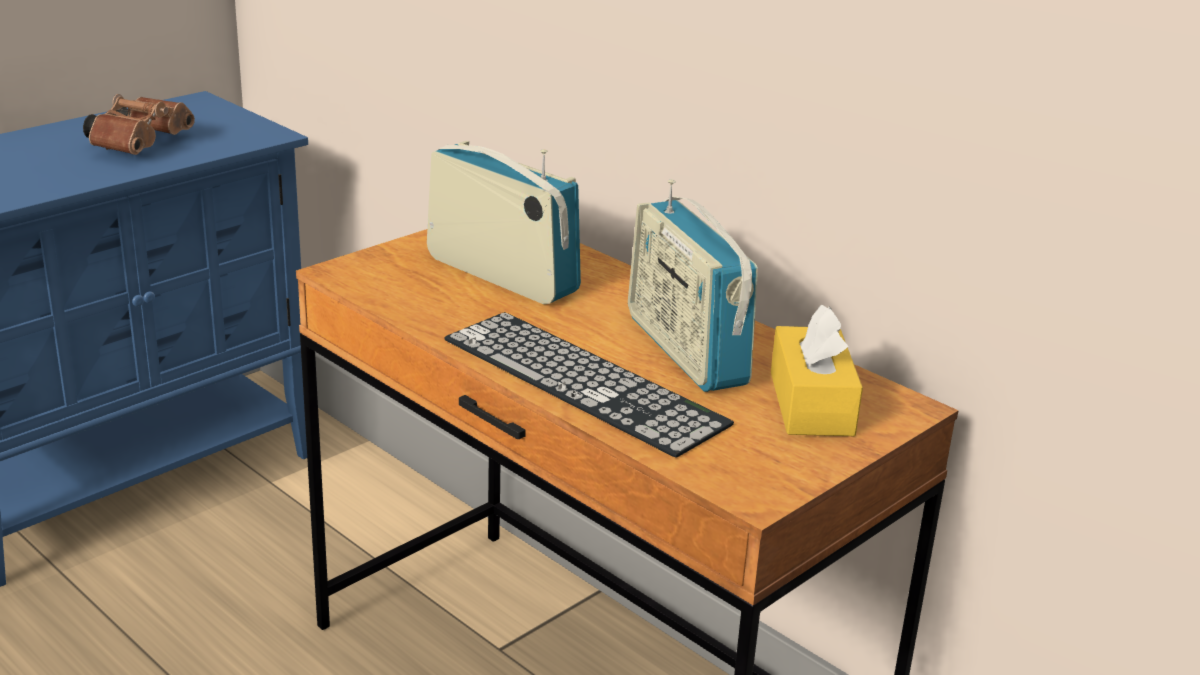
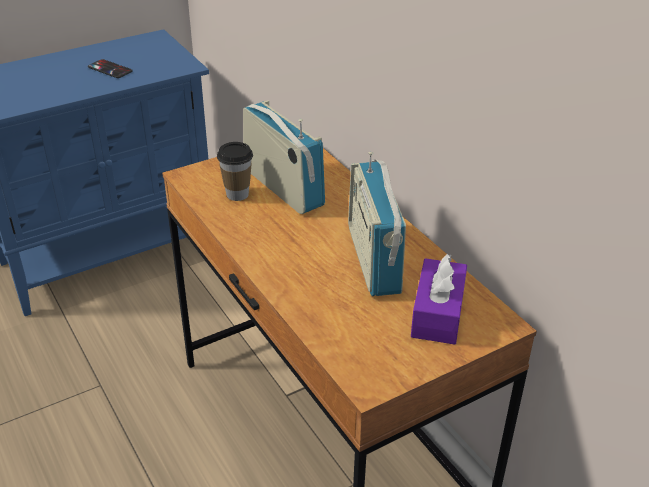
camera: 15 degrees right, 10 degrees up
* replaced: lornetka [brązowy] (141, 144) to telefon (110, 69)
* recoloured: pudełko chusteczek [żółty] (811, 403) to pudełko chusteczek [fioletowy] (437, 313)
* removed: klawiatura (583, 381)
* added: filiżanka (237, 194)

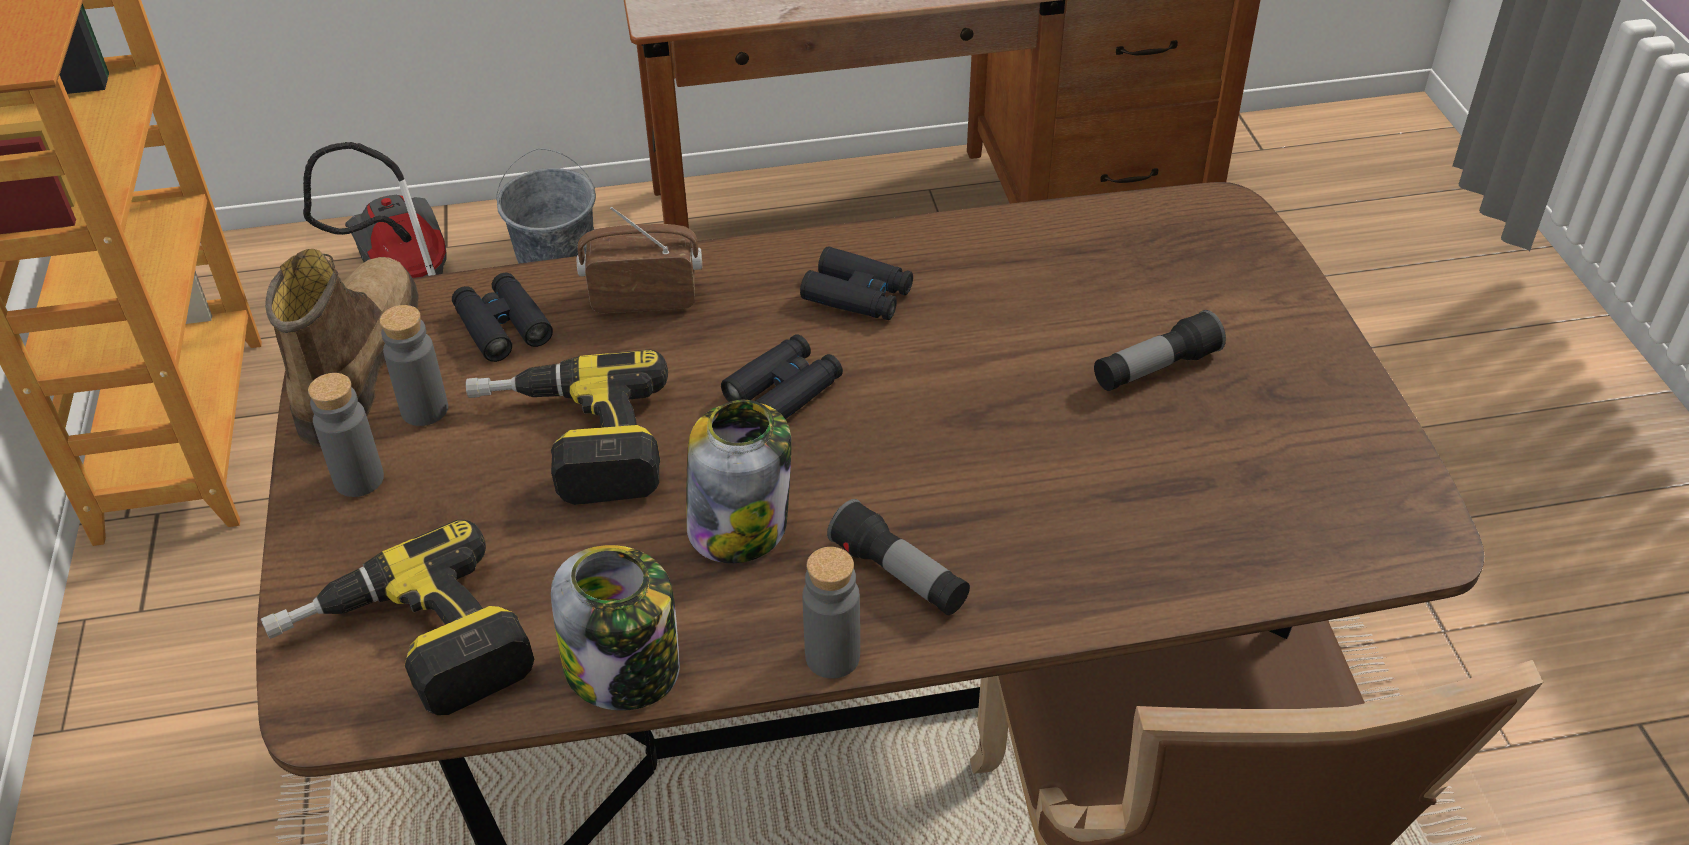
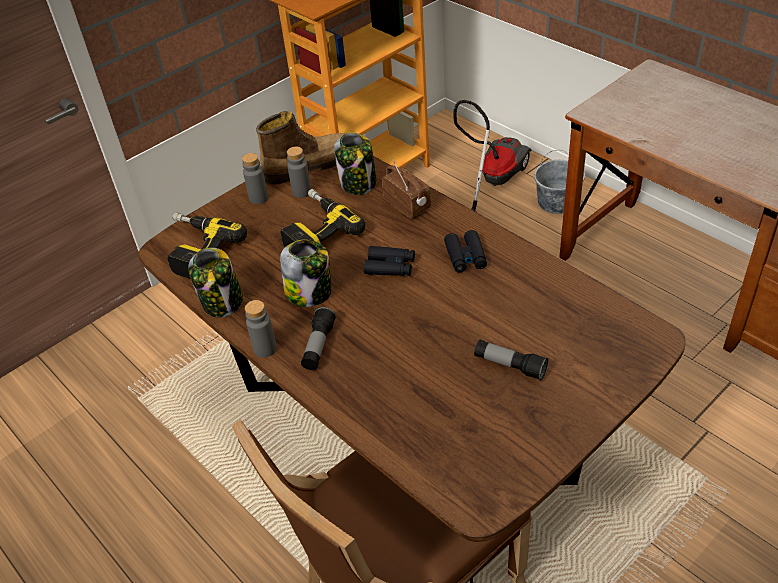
camera: 60 degrees right, 0 degrees up
* replaced: lornetka [czarny] (502, 326) to słoik (358, 183)

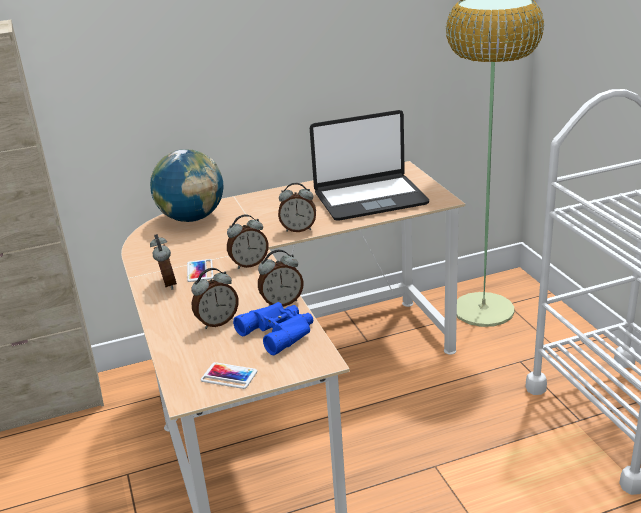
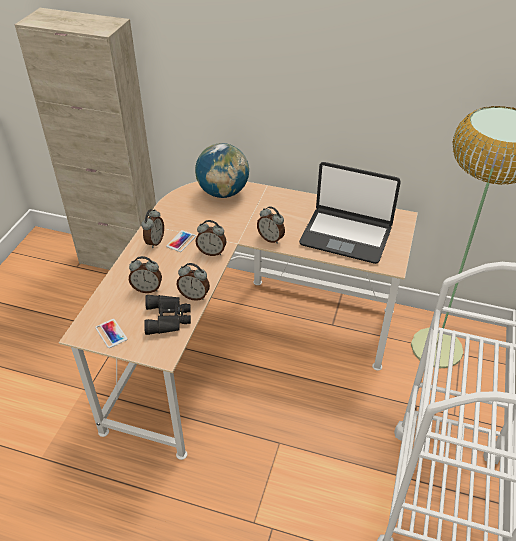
camera: 35 degrees right, 15 degrees up
* recoloured: lornetka [niebieski] (279, 331) to lornetka [czarny] (168, 318)

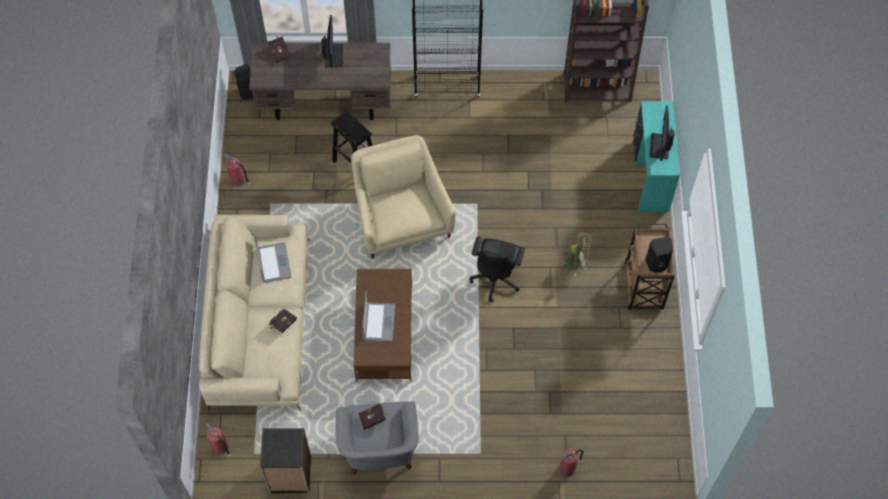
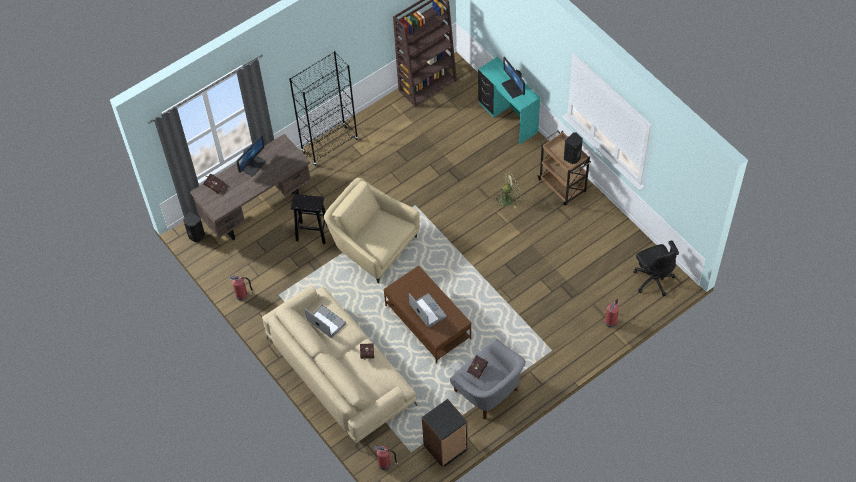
camera: 35 degrees left, 5 degrees down
* turned: monitor (333, 55) = (253, 165) 75 degrees clockwise
* moved: krzesło biurowe [czarny] (496, 278) to (653, 279)

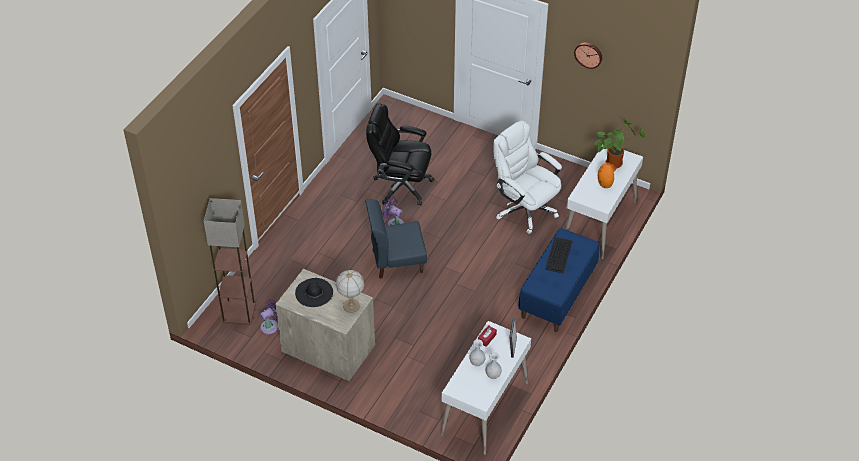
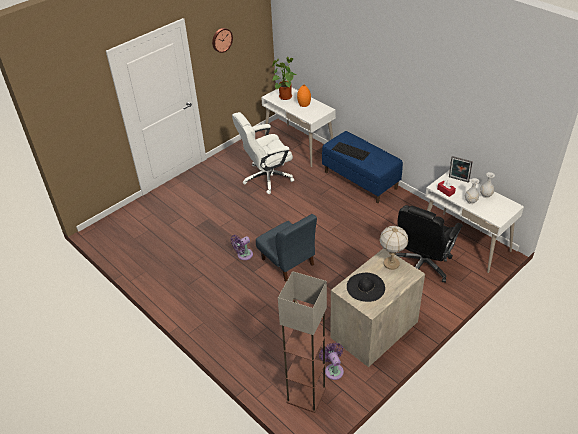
camera: 70 degrees left, 5 degrees down
* moved: krzesło biurowe [czarny] (401, 186) to (422, 265)
* turned: krzesło [niebieski] (397, 260) = (287, 262) 45 degrees counterclockwise

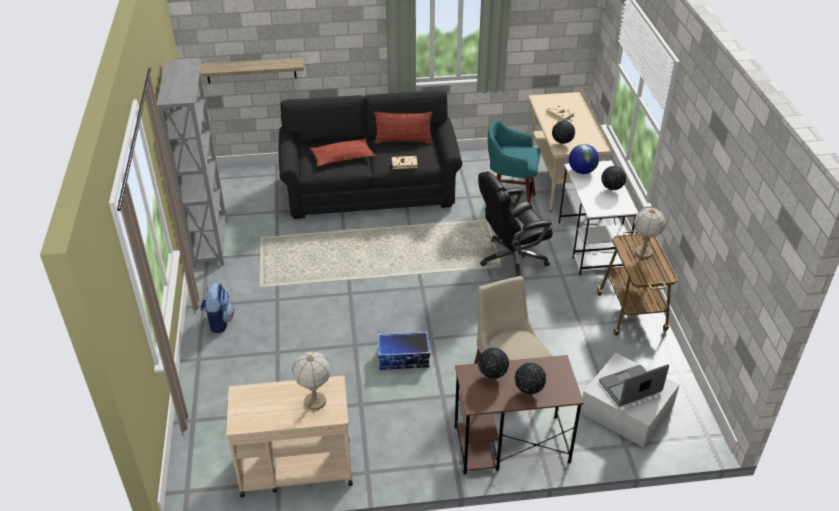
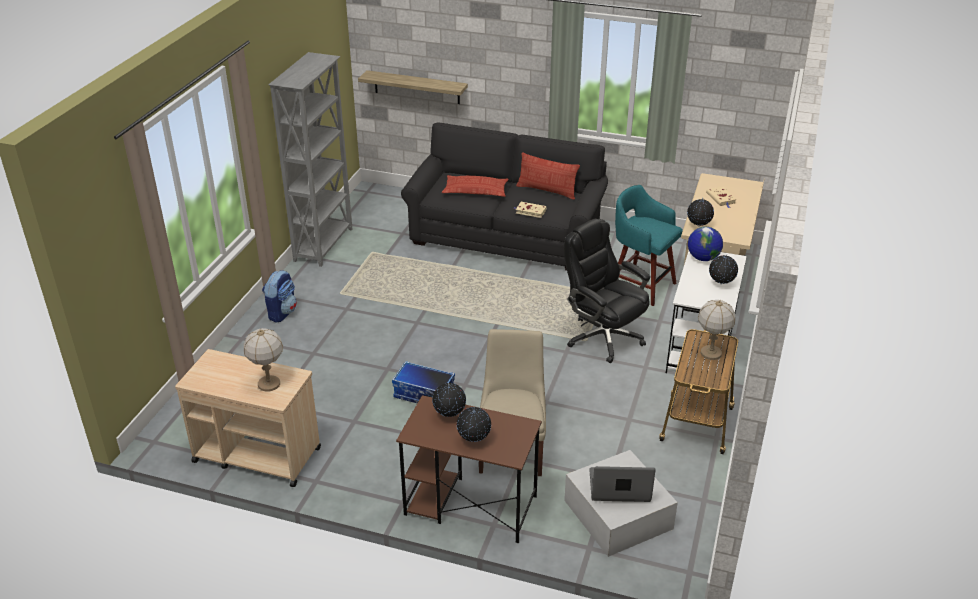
camera: 25 degrees right, 5 degrees down
* turned: krzesło biurowe [czarny] (512, 259) = (603, 337) 45 degrees clockwise

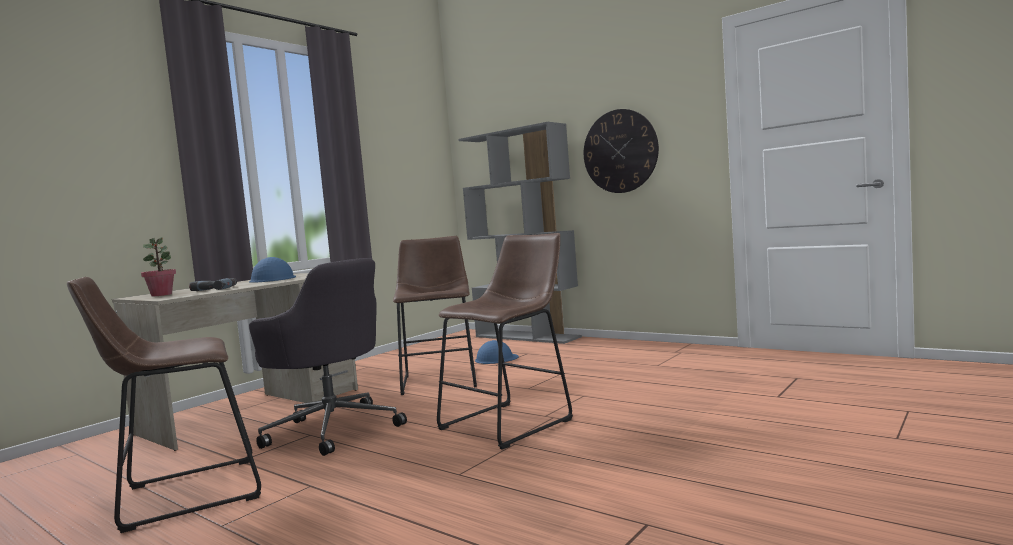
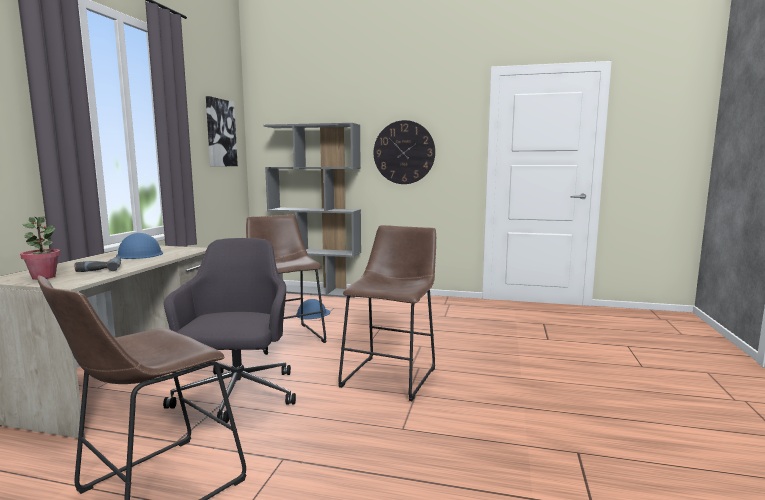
camera: 25 degrees left, 5 degrees up
* turned: krzesło biurowe [szary] (332, 429) = (237, 395) 105 degrees counterclockwise
* added: obraz (220, 133)

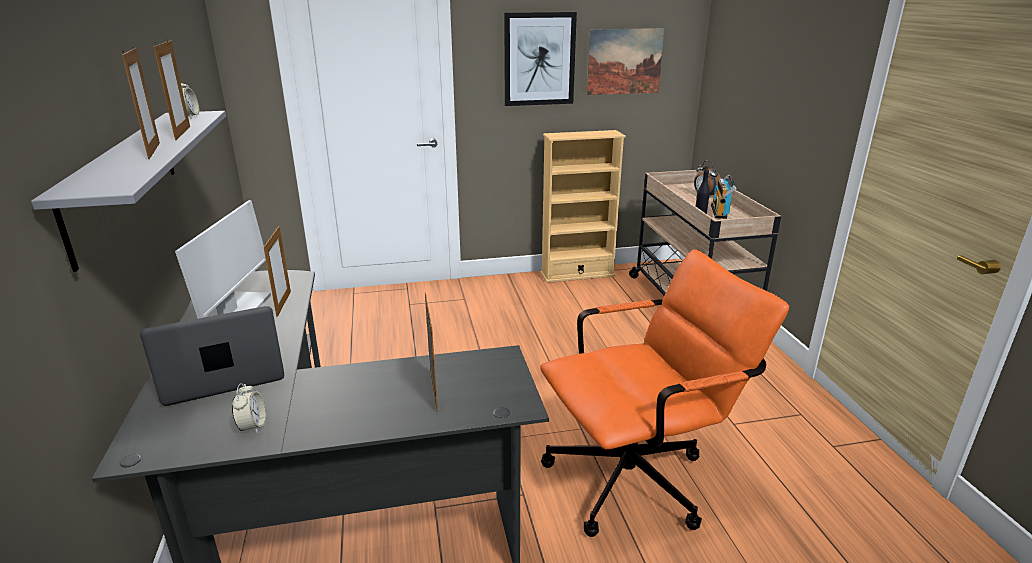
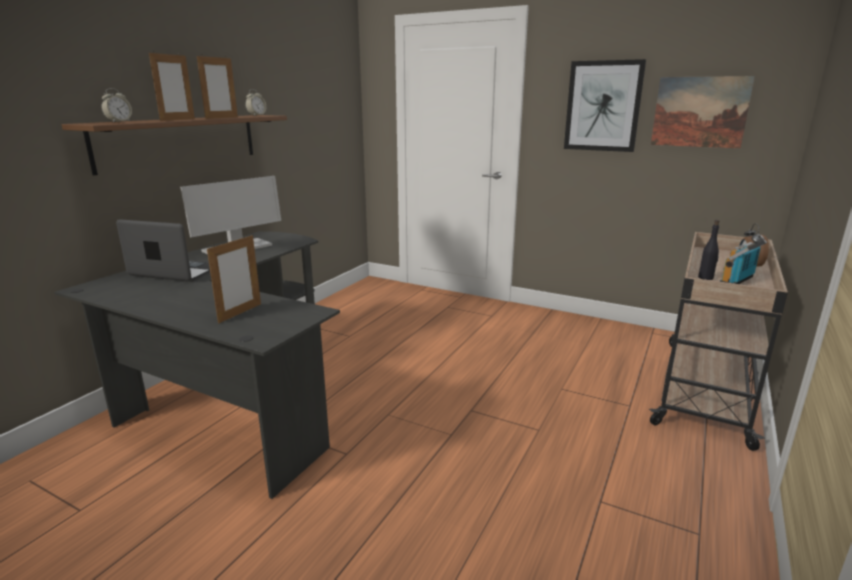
camera: 40 degrees right, 5 degrees down
* recoloured: półka [szary] (124, 180) to półka [brązowy] (180, 141)
* removed: regał [beżowy] (577, 274)
* removed: ramka na zdjęcie (283, 304)
* removed: krzesło biurowe [pomarańczowy] (640, 476)
* moved: budzik (252, 426) to (119, 122)

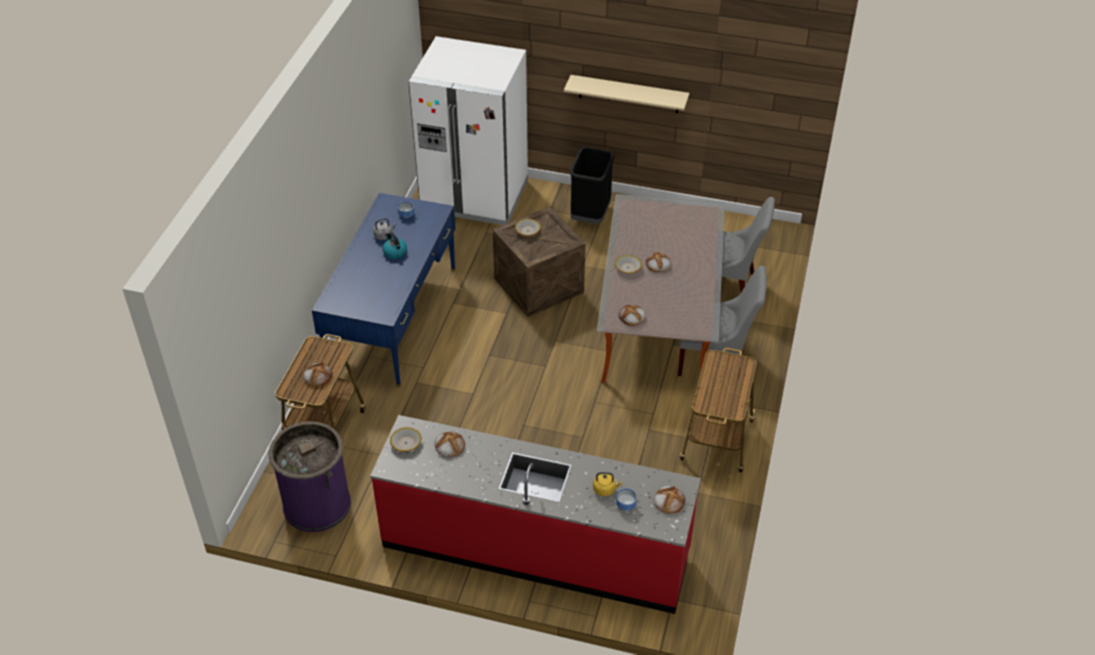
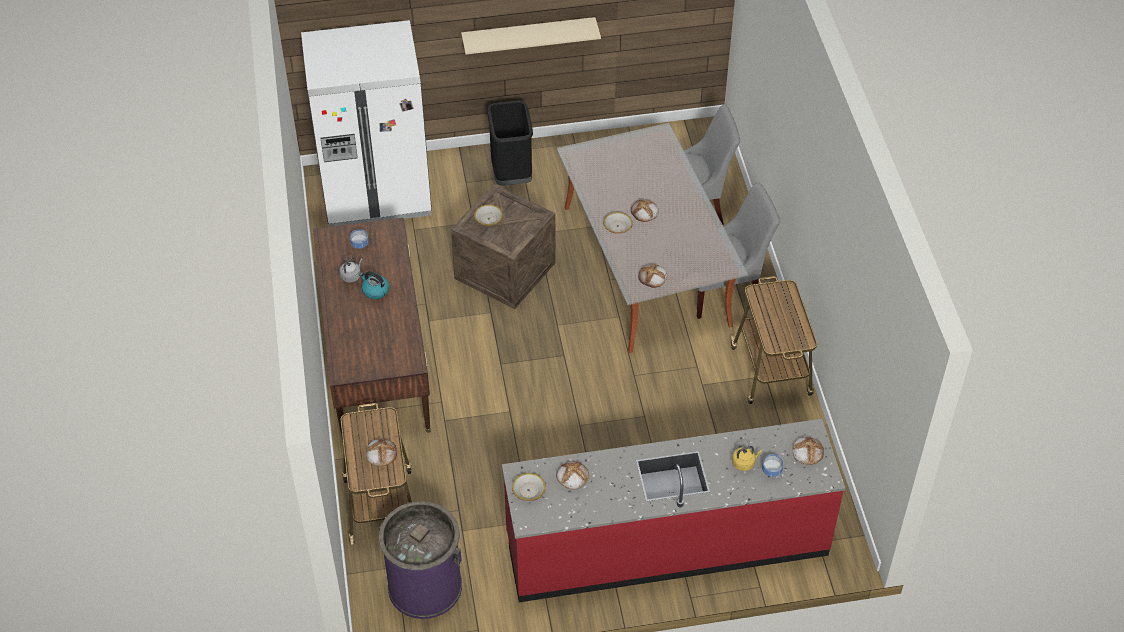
camera: 25 degrees left, 5 degrees up
* recoloured: biurko [niebieski] (393, 319) to biurko [brązowy] (376, 360)

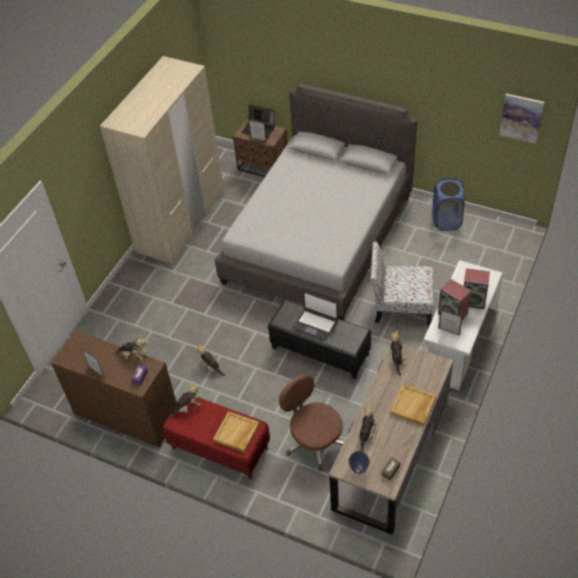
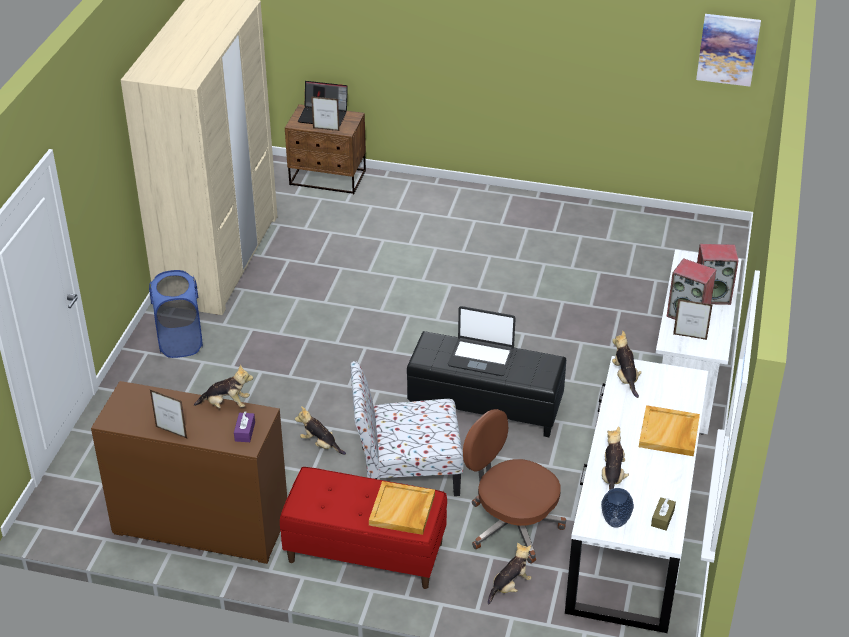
camera: 15 degrees left, 10 degrees down
* removed: łóżko [szary] (319, 238)
* moved: kosz na pranie [niebieski] (446, 220) to (180, 342)
* moved: krzesło (401, 306) to (406, 471)
* recoloured: biurko [brązowy] (391, 453) to biurko [biały] (633, 527)
* moved: pluszak (187, 407) to (510, 586)

